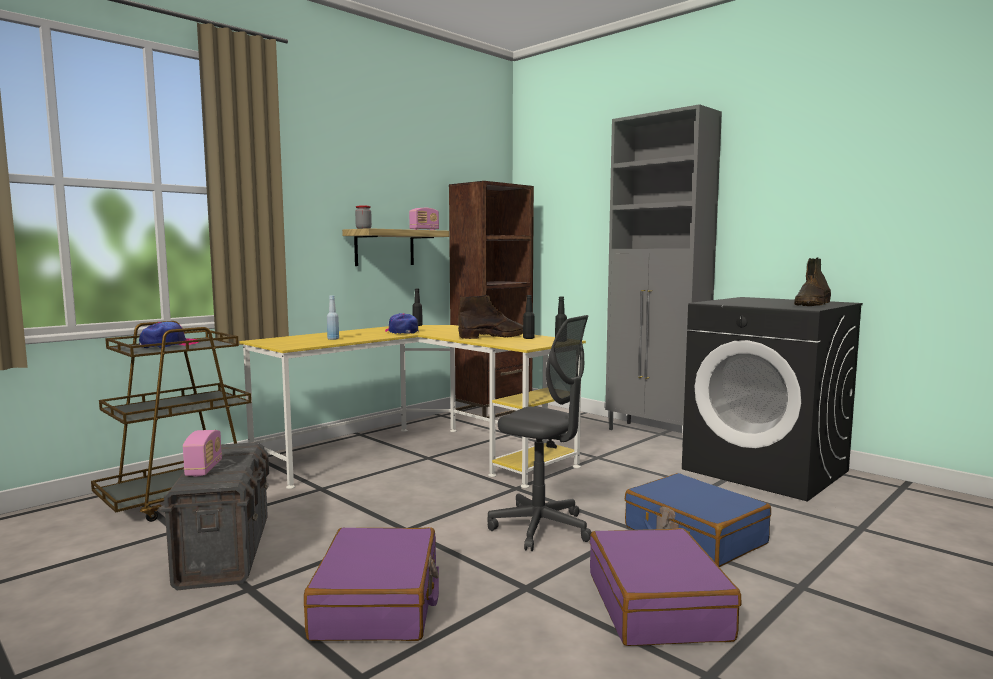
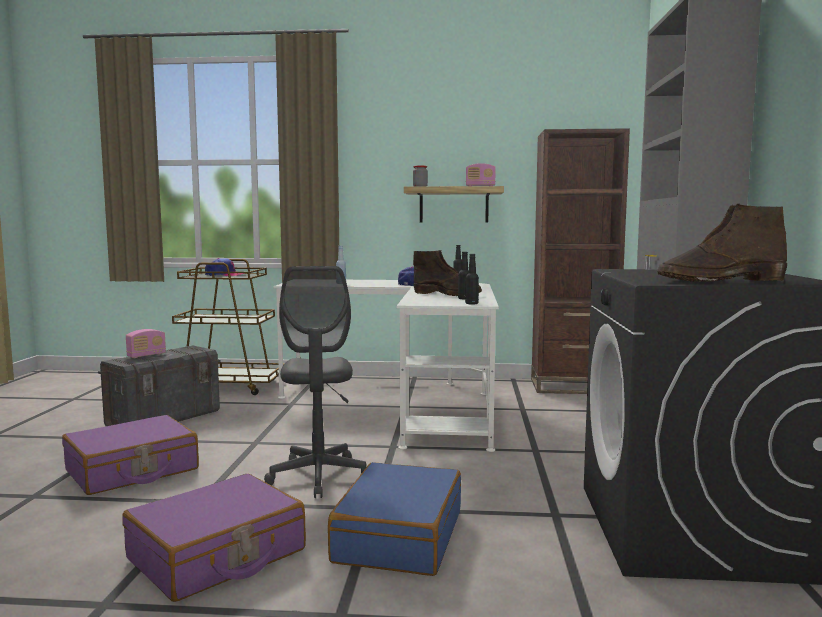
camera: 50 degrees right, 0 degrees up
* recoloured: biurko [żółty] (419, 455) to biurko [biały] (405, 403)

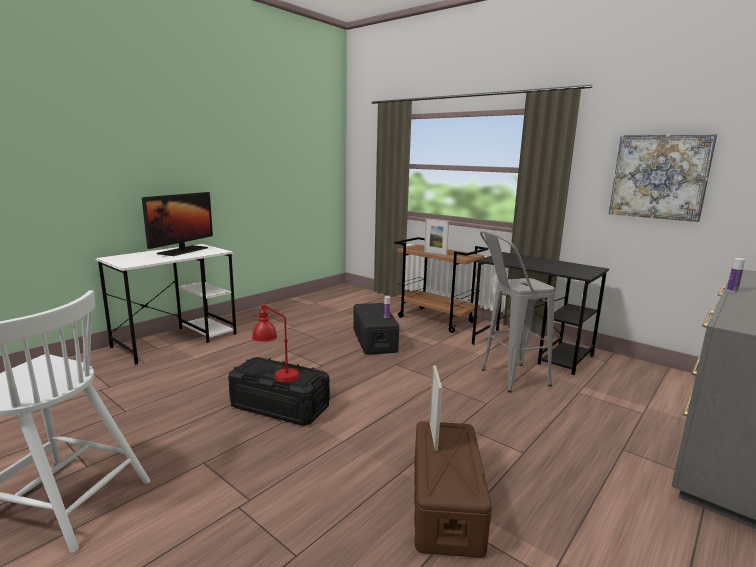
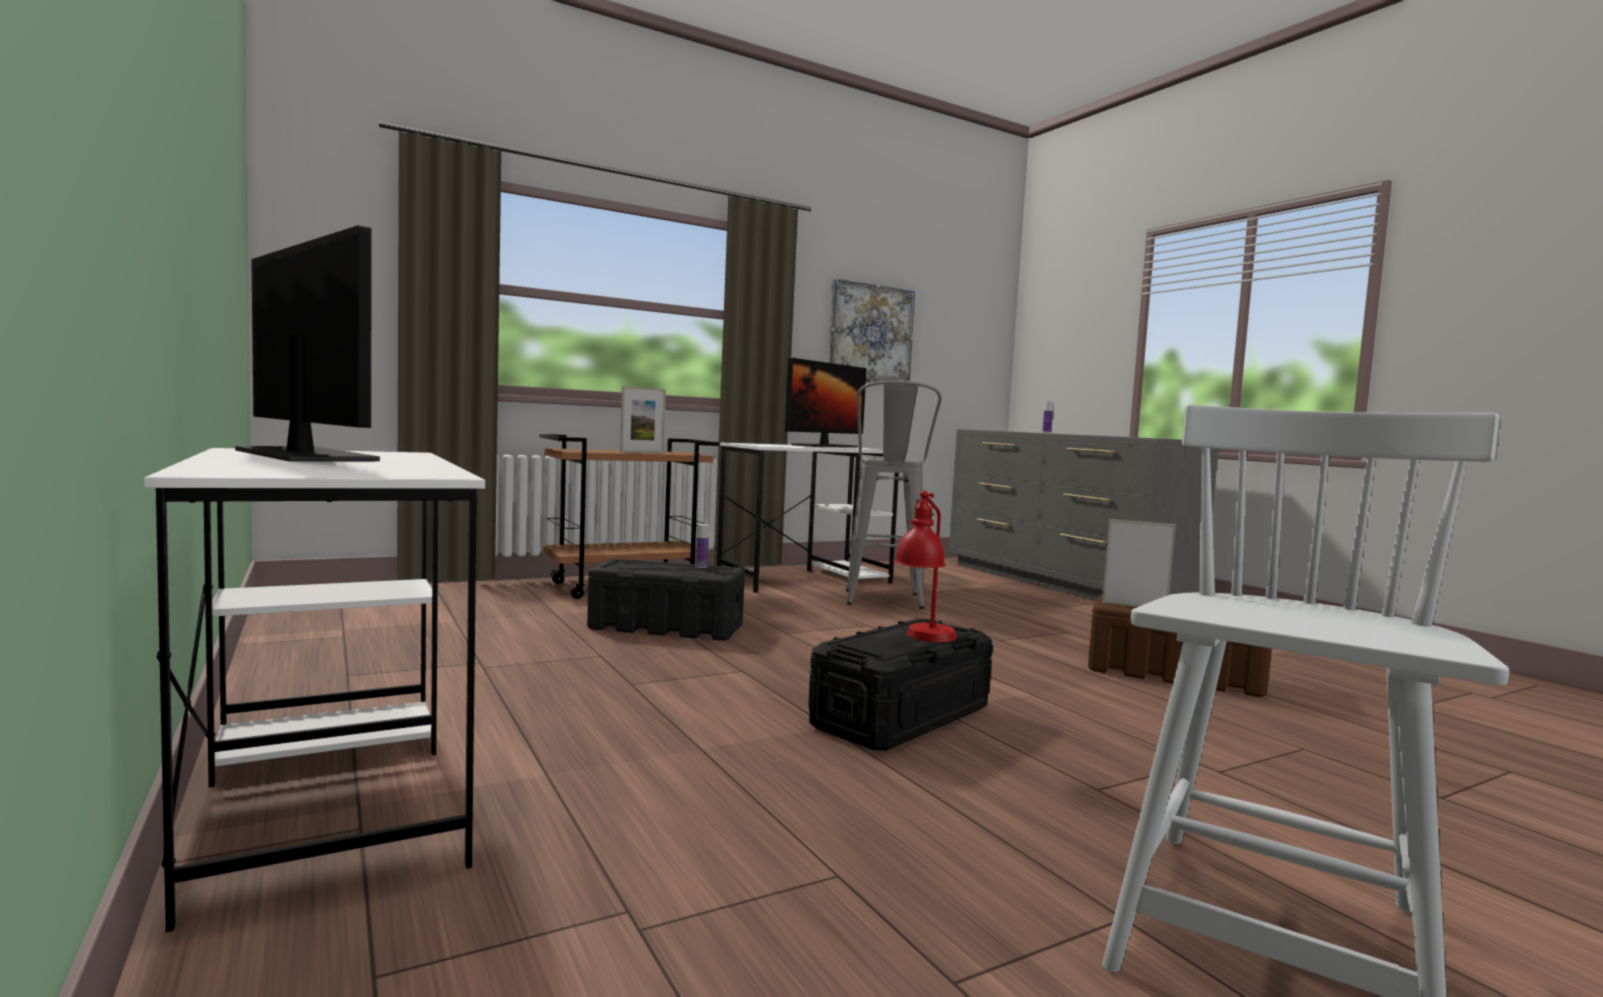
camera: 70 degrees left, 10 degrees down
* recoloured: biurko [czarny] (532, 350) to biurko [biały] (805, 579)
* added: monitor (825, 446)

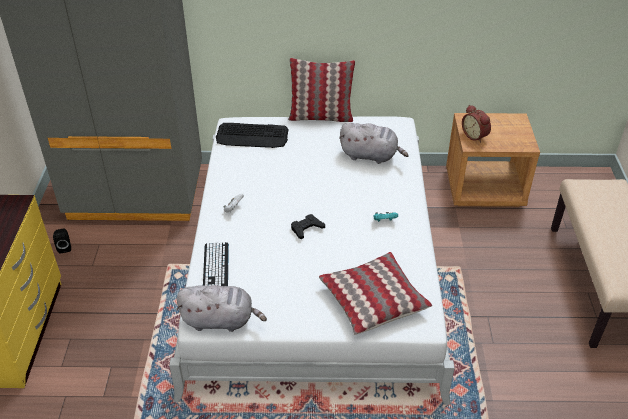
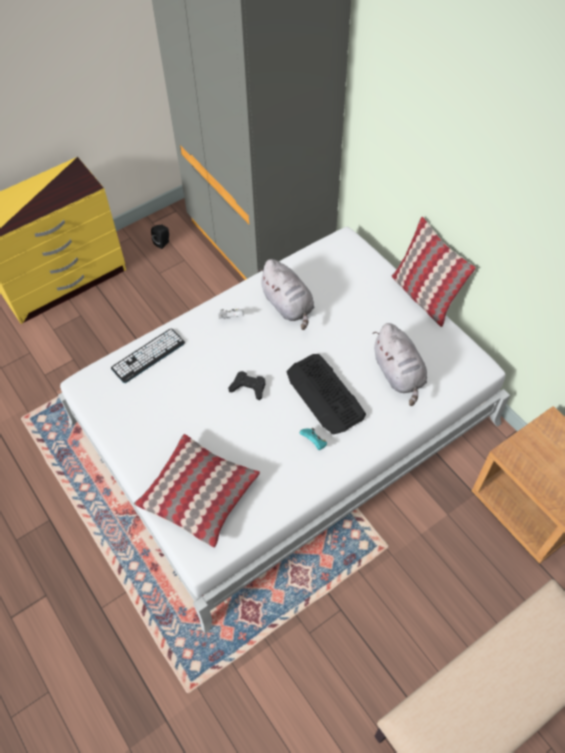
camera: 55 degrees right, 15 degrees up
* removed: budzik (475, 136)
* moved: klawiatura (252, 136) to (325, 394)
* moved: pluszak [szary] (221, 320) to (288, 306)

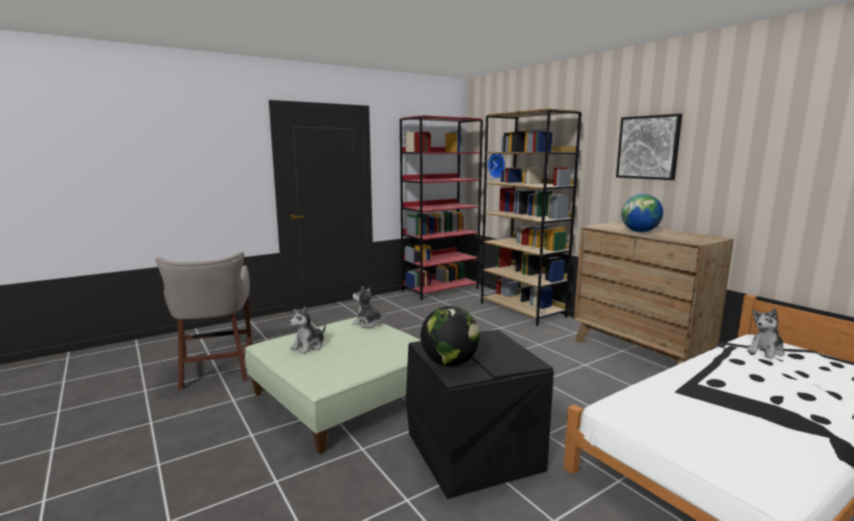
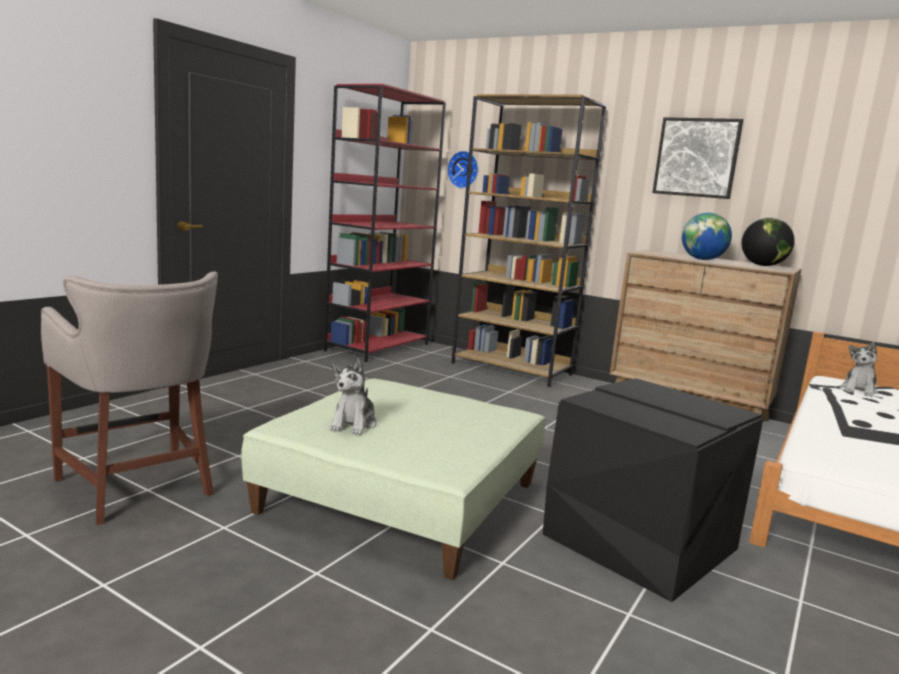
camera: 25 degrees left, 0 degrees up
* removed: pluszak (368, 323)
* moved: globus (449, 363) to (763, 265)

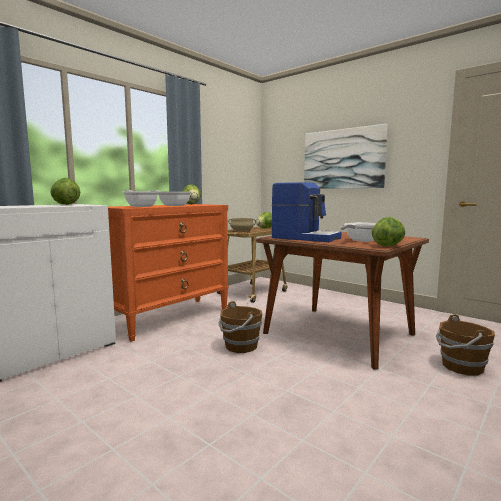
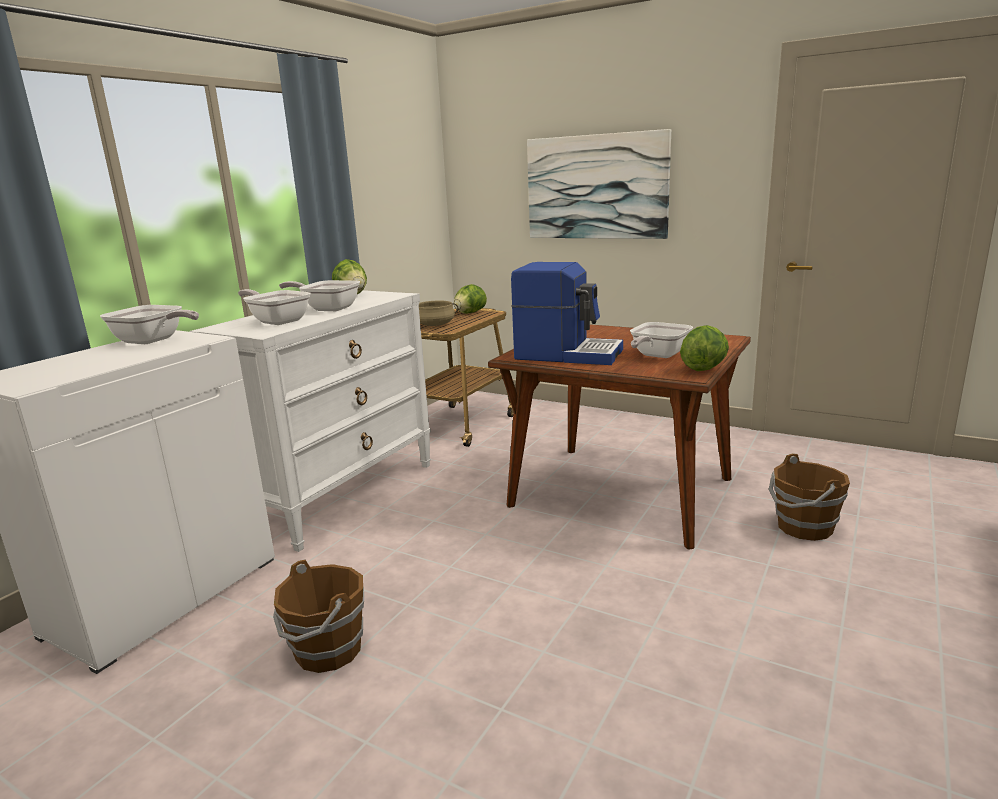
camera: 10 degrees left, 10 degrees up
* replaced: sałata (65, 204) to patelnia (153, 341)
* recoloured: komoda [pomarańczowy] (169, 317) to komoda [biały] (341, 495)
* moved: wiadro [brązowy] (240, 346) to (326, 651)

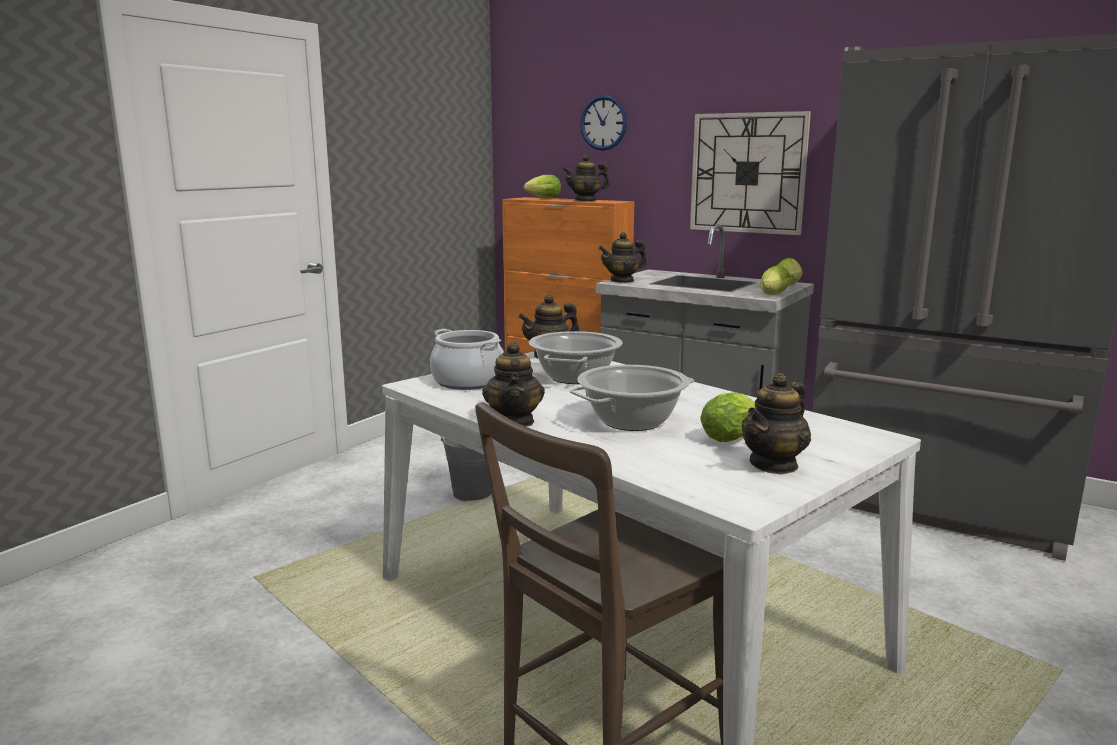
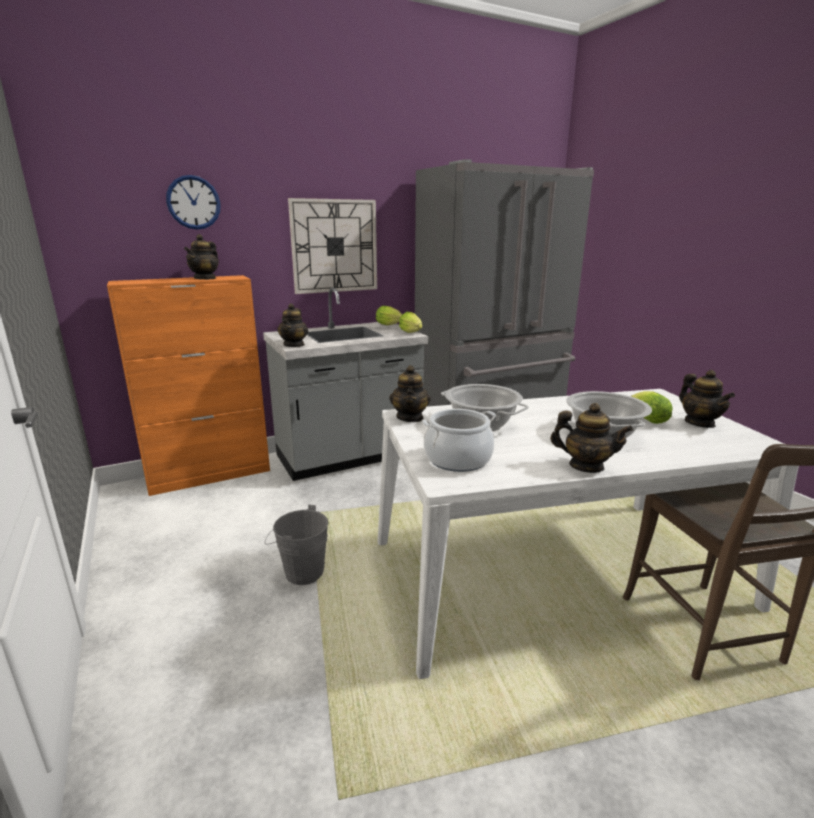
camera: 60 degrees left, 5 degrees up
* removed: sałata (542, 198)

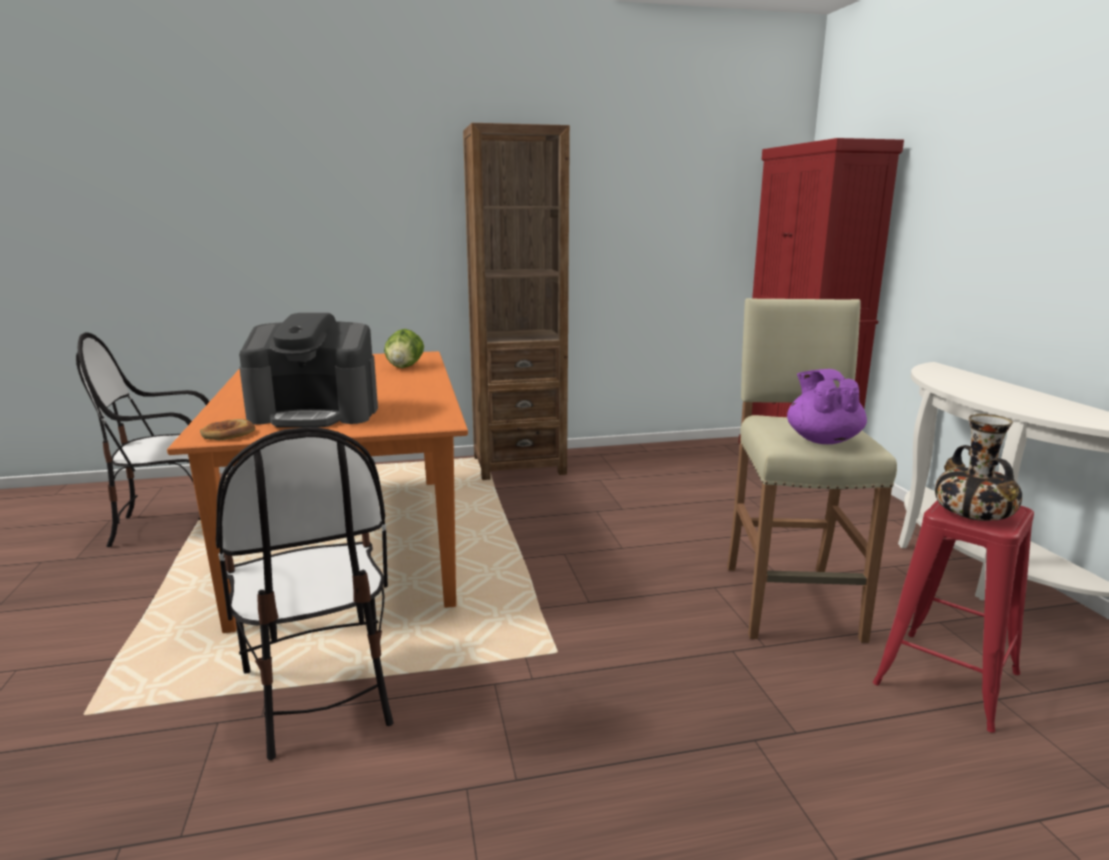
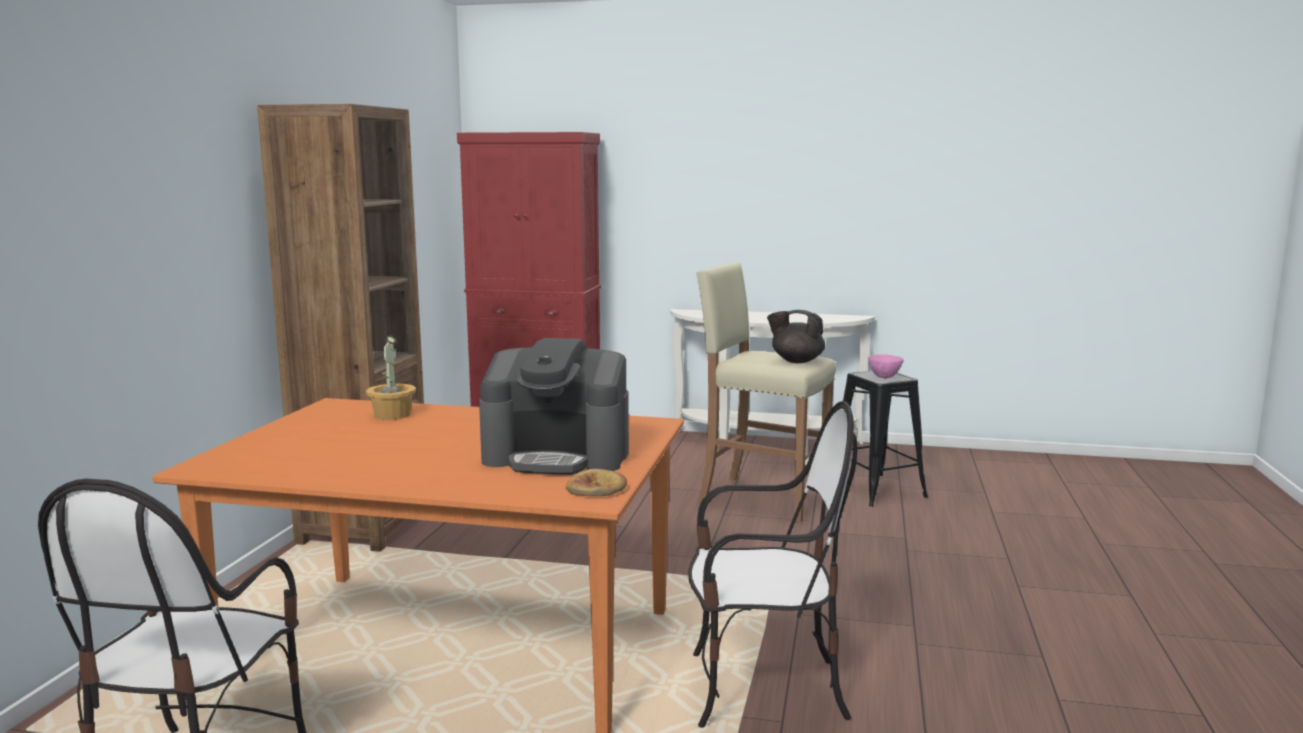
camera: 65 degrees left, 5 degrees down
* turned: ekspres do kawy (316, 413) = (558, 456) 75 degrees clockwise
* replaced: sałata (404, 367) to roślina doniczkowa (392, 415)
* recoloured: imbryk [fioletowy] (822, 440) to imbryk [czarny] (796, 361)
* replaced: wazon (974, 513) to miska [różowy] (885, 377)
* recoloured: stołek [czerwony] (947, 678) to stołek [czarny] (875, 490)

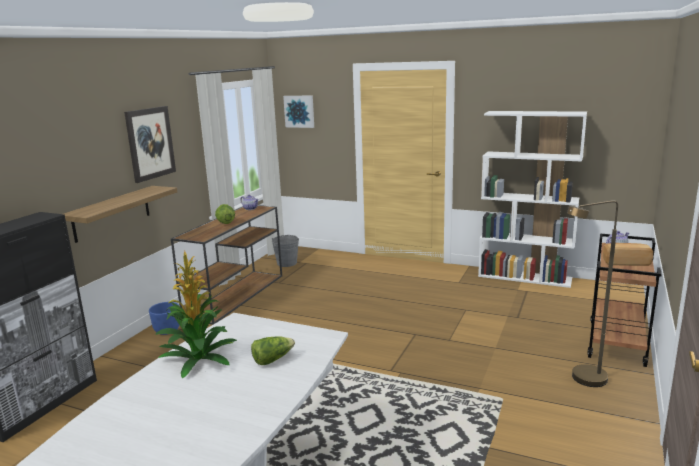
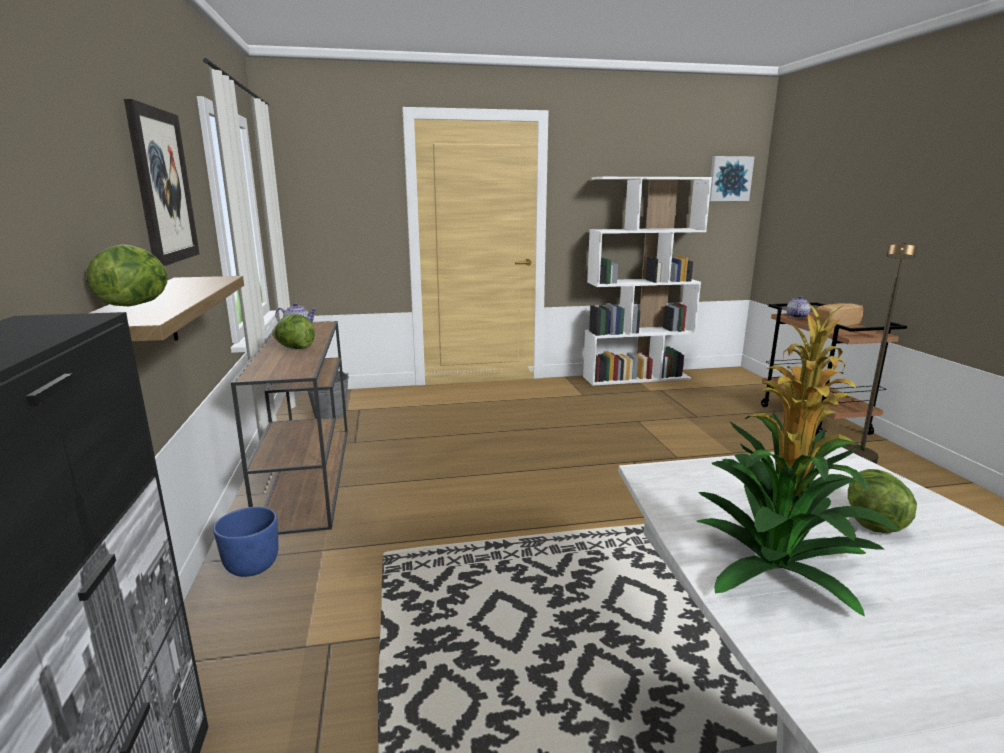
camera: 35 degrees left, 0 degrees up
* moved: obraz (299, 111) to (729, 179)
* added: sałata (136, 304)

